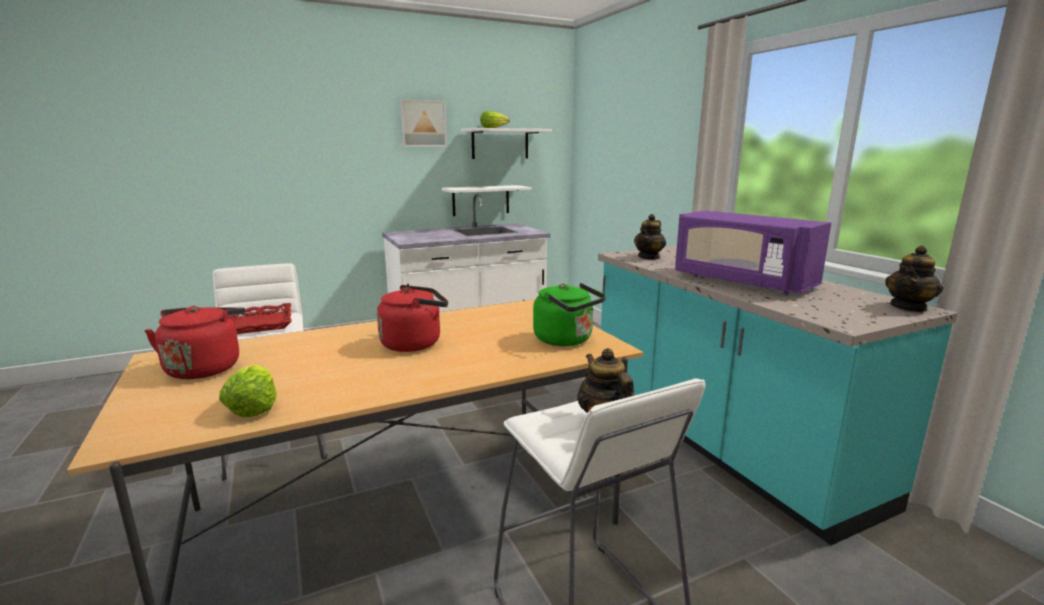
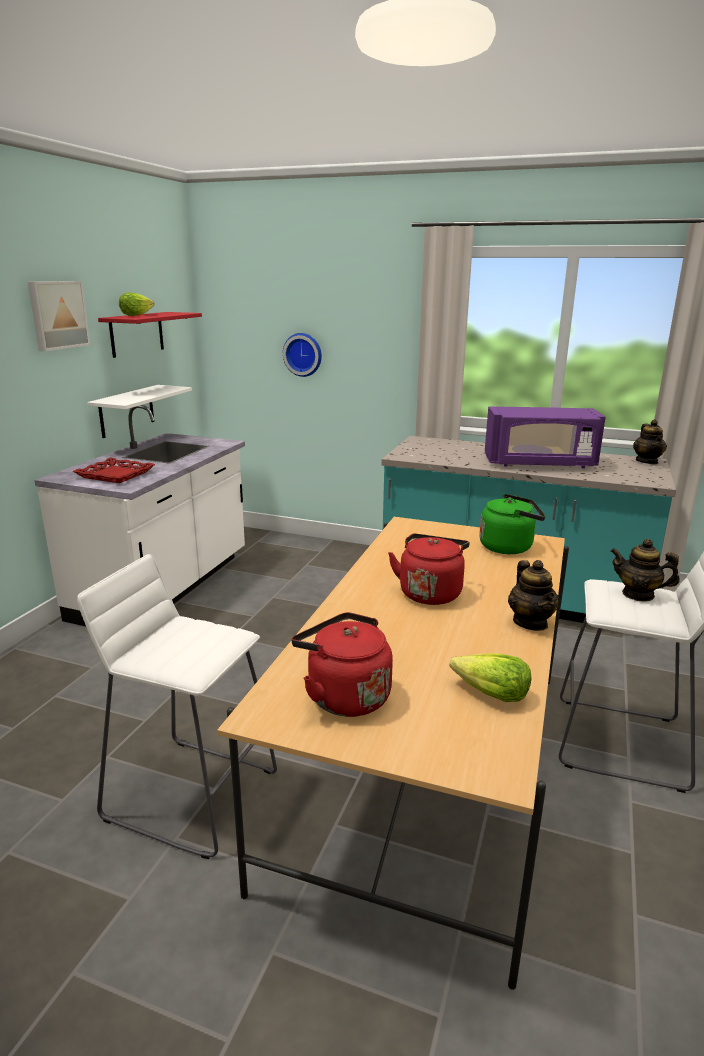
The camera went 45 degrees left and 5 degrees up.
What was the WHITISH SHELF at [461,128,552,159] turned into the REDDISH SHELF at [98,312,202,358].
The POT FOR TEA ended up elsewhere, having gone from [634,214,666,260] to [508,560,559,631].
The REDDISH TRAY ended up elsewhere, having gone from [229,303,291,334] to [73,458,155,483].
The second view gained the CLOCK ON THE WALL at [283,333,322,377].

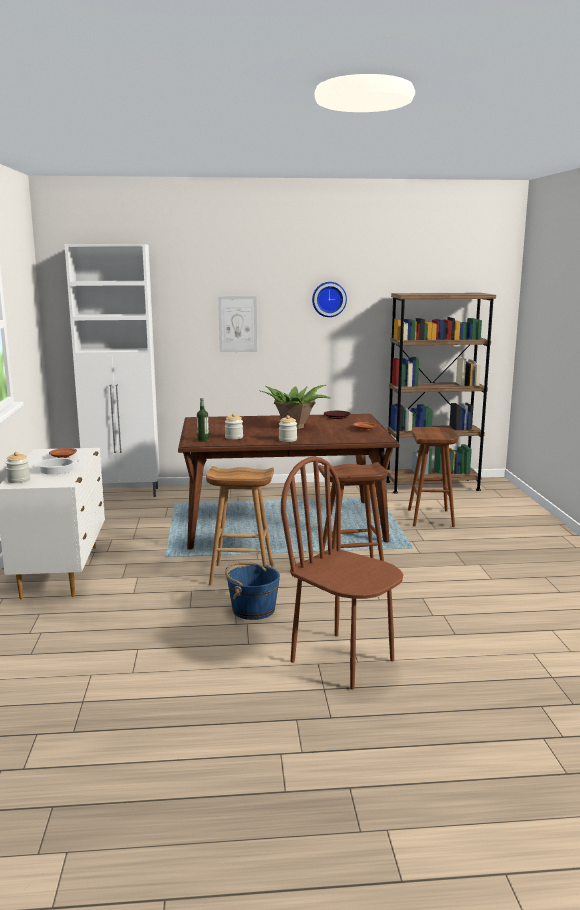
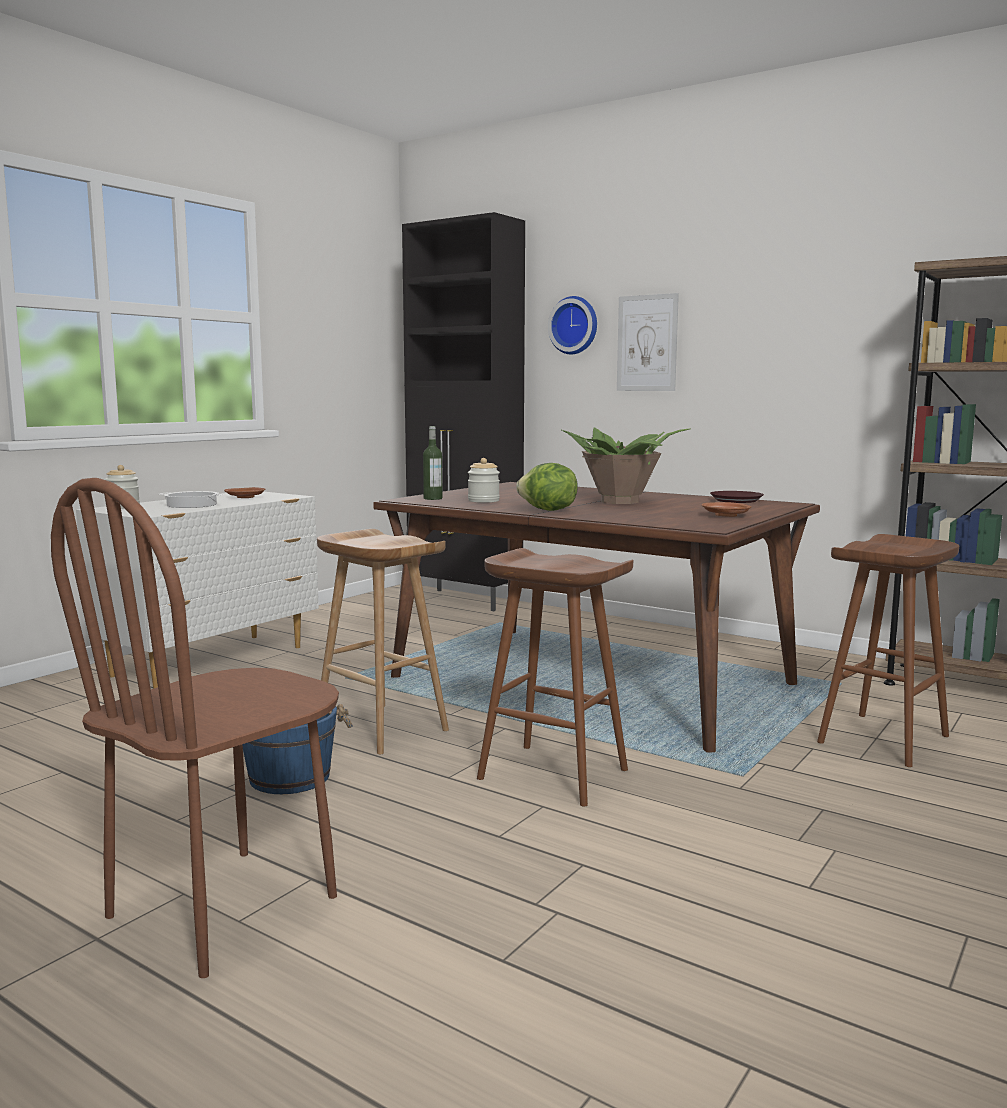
The camera went 40 degrees right and 5 degrees down.
What was the WHITISH CUPBOARD at [64,244,160,497] turned into the BLACK-COLOURED CUPBOARD at [402,212,525,611].
The CLOCK ON THE WALL ended up elsewhere, having gone from [312,282,347,317] to [548,296,597,354].
Where the PRESERVE JAR stood at [279,415,297,442], the LETTUCE HEAD came to stand at [516,463,578,511].
The BROWN-COLOURED CHAIR at [281,457,403,690] ended up facing another way, 135 degrees counterclockwise from before.

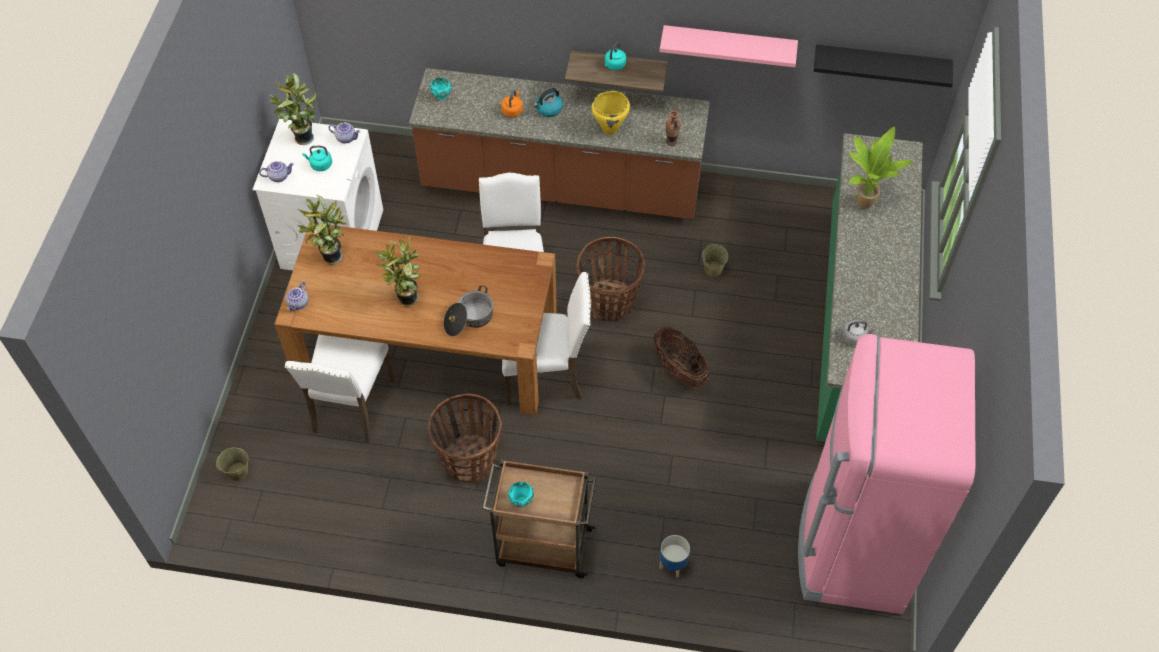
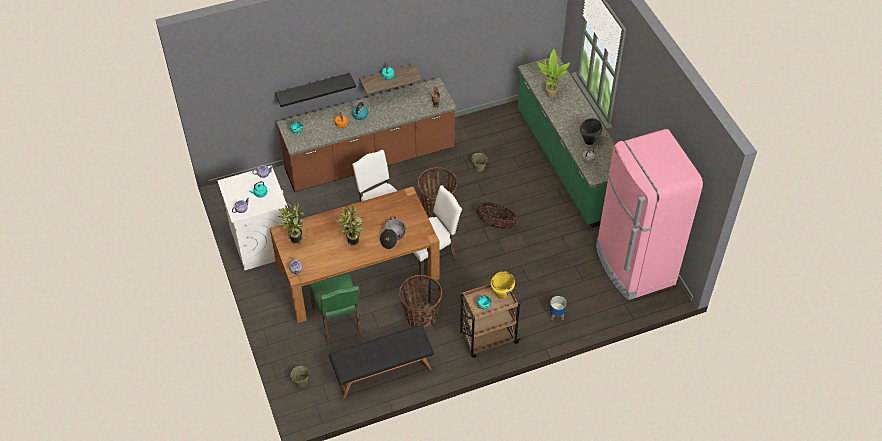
The camera went 30 degrees left and 5 degrees down.
The second view lost the PINKISH SHELF at [659,25,798,67].
The BLACK-COLOURED SHELF ended up elsewhere, having gone from [814,45,953,87] to [275,73,356,107].
The second view lost the PLANT IN A POT at [269,73,316,145].
The YELLOWISH STOCKPOT ended up elsewhere, having gone from [591,91,630,135] to [490,271,515,299].
What was the WHITISH CHAIR at [285,335,395,443] turned into the GREEN CHAIR at [309,273,362,343].
The second view gained the BLACK-COLOURED STOCKPOT at [580,118,602,145].
The second view gained the BLACK-COLOURED LONG SEAT at [329,325,434,398].

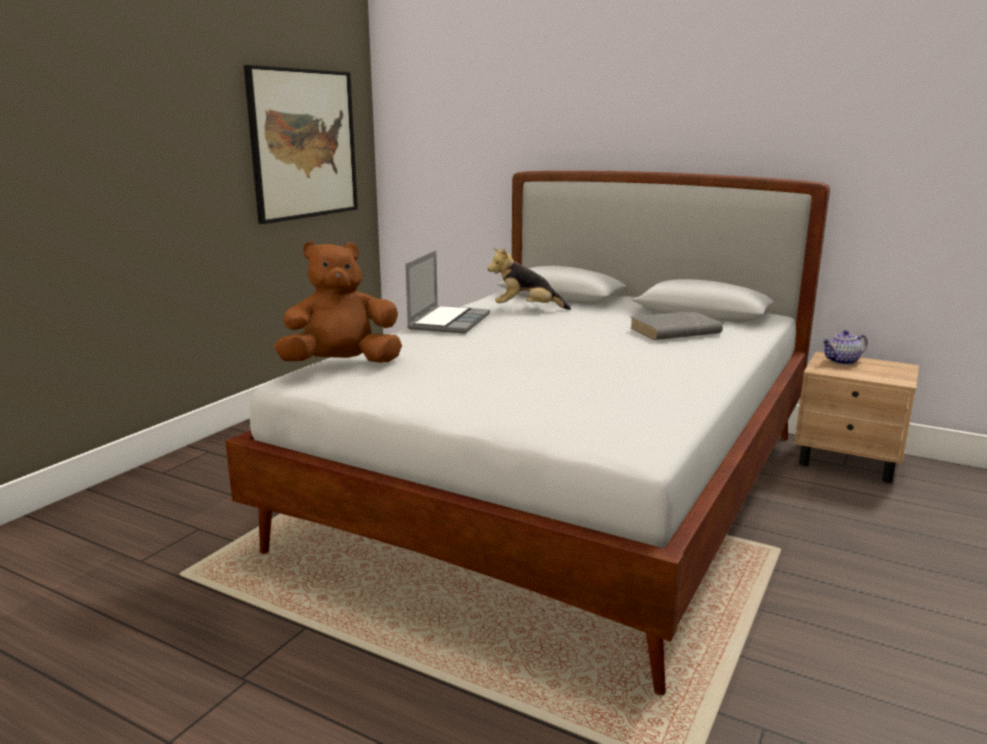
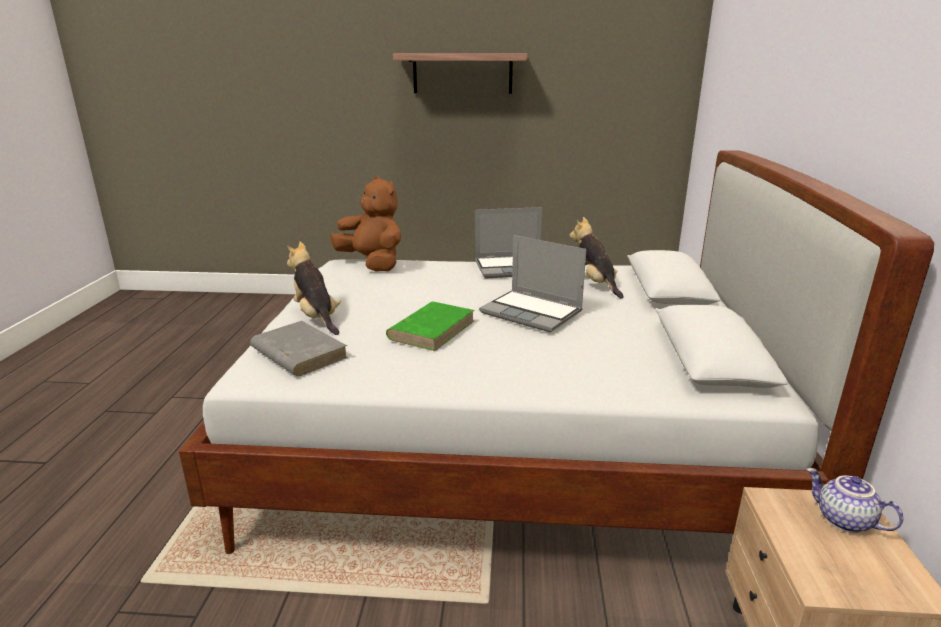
The camera went 65 degrees right and 5 degrees up.
The second view lost the WALL PICTURE at [244,65,358,224].
The GRAY VOLUME ended up elsewhere, having gone from [630,311,723,340] to [250,321,348,376].
The second view gained the SHELF at [393,54,528,94].
The second view gained the NOTEBOOK COMPUTER at [479,235,587,332].
The second view gained the PLUSH TOY at [287,242,341,335].
The second view gained the GREEN VOLUME at [386,302,474,351].

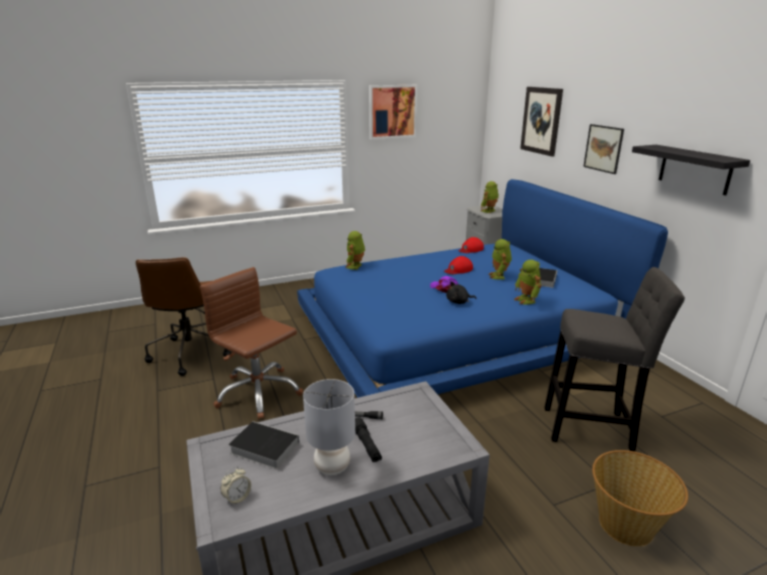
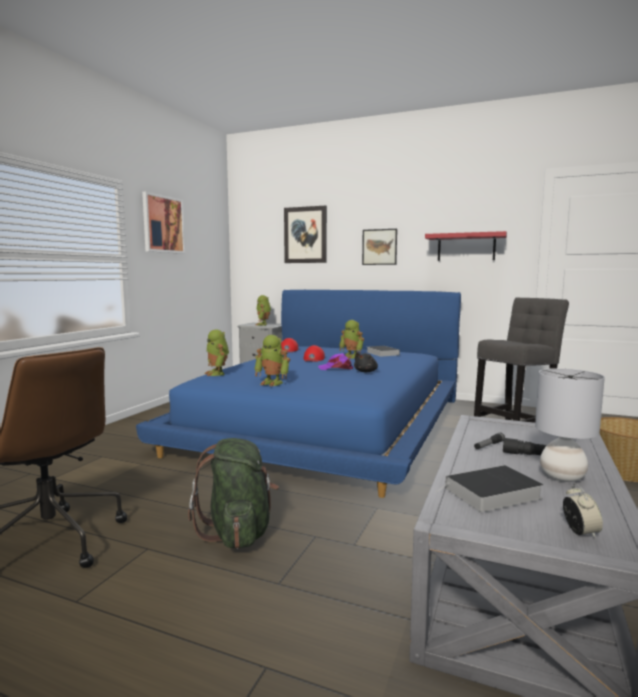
The camera went 45 degrees left and 15 degrees down.
What was the BLACK-COLOURED SHELF at [632,145,750,195] turned into the REDDISH SHELF at [425,231,507,261].
The TOY ROBOT ended up elsewhere, having gone from [514,260,542,305] to [254,335,290,386].
Where the BROWN-COLOURED DESK CHAIR stood at [200,267,303,419], the GREEN RUCKSACK came to stand at [188,438,279,549].

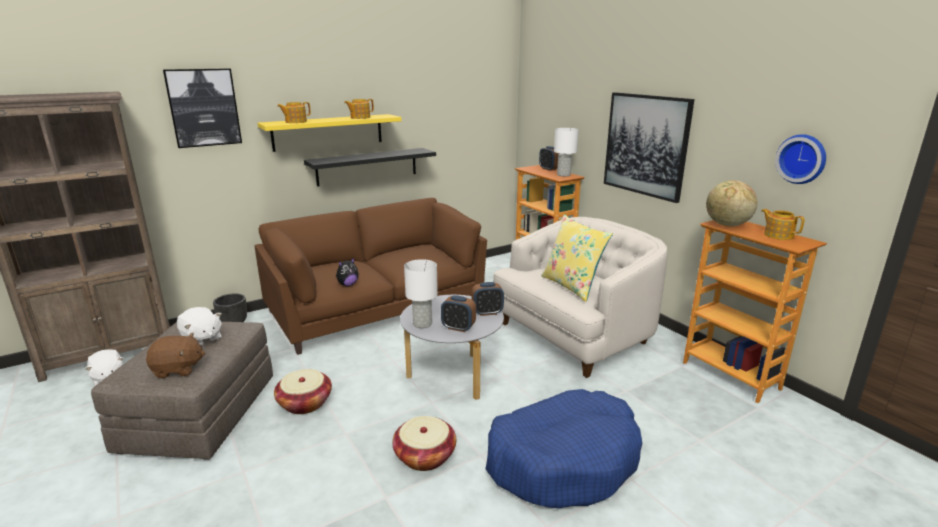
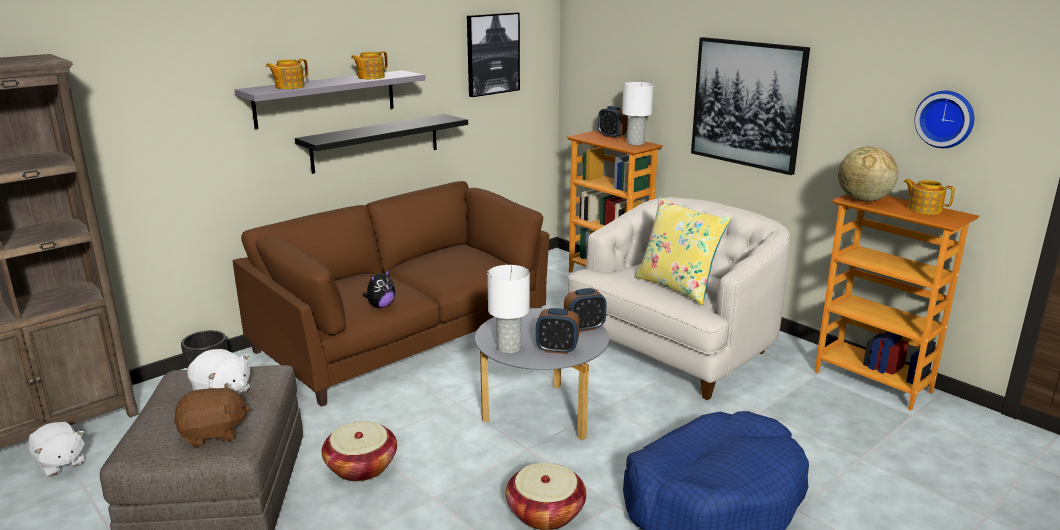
The camera went 10 degrees left and 0 degrees up.
The WALL PICTURE ended up elsewhere, having gone from [163,69,242,148] to [467,12,520,97].
What was the YELLOWISH SHELF at [258,114,402,152] turned into the GRAY SHELF at [235,70,426,129].

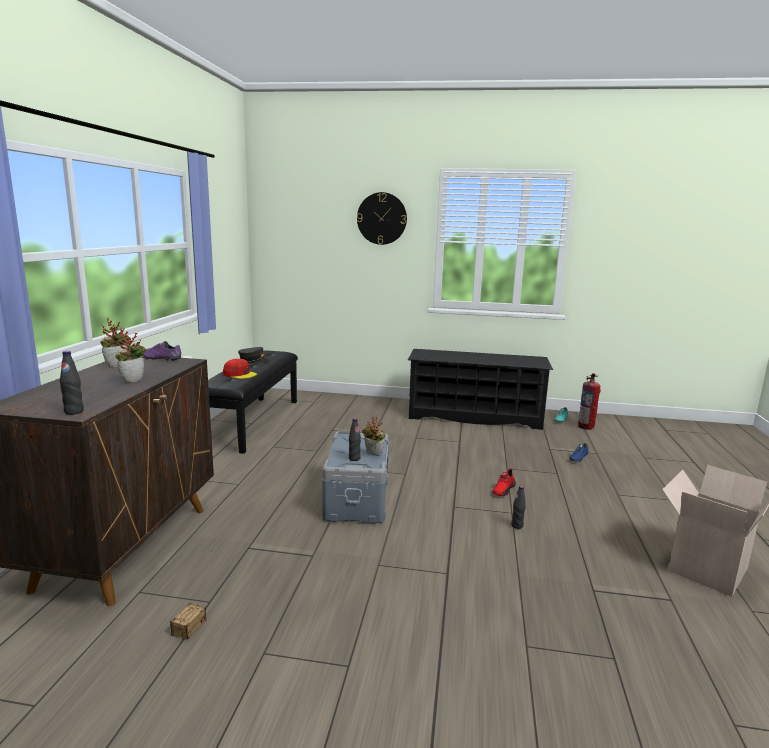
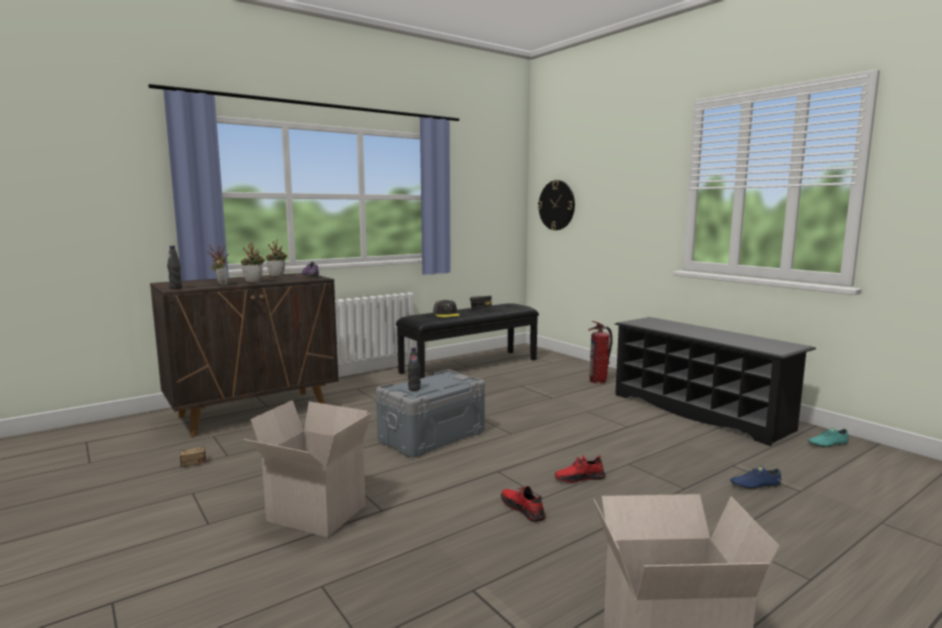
The camera went 45 degrees right and 5 degrees down.
The CLOCK ON THE WALL ended up elsewhere, having gone from [357,192,407,245] to [538,180,575,230].
What was the REDDISH BASEBALL CAP at [223,359,257,379] turned into the GRAY BASEBALL CAP at [433,300,460,317].
The FIRE EXTINGUISHER ended up elsewhere, having gone from [578,373,601,430] to [588,321,613,384].
The PLANT IN A POT ended up elsewhere, having gone from [362,416,385,456] to [207,244,229,286].
Where the BLACK-COLOURED BOTTLE stood at [511,486,526,529], the REDDISH ITEM OF FOOTWEAR came to stand at [501,486,546,522].
The second view gained the CARTON at [243,400,371,538].

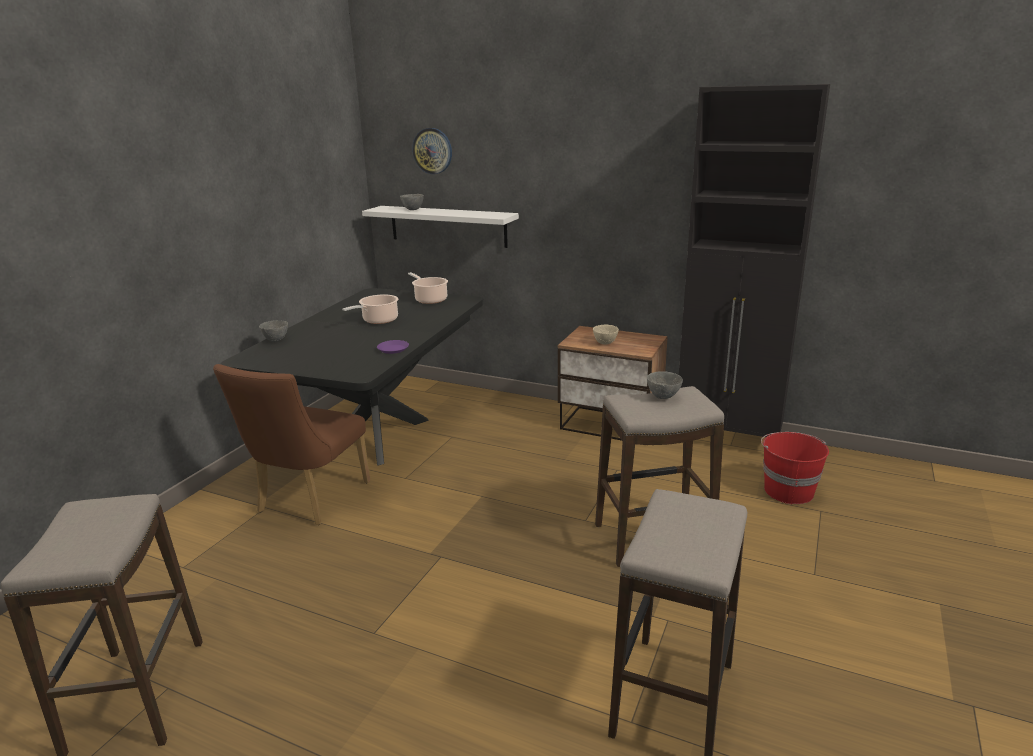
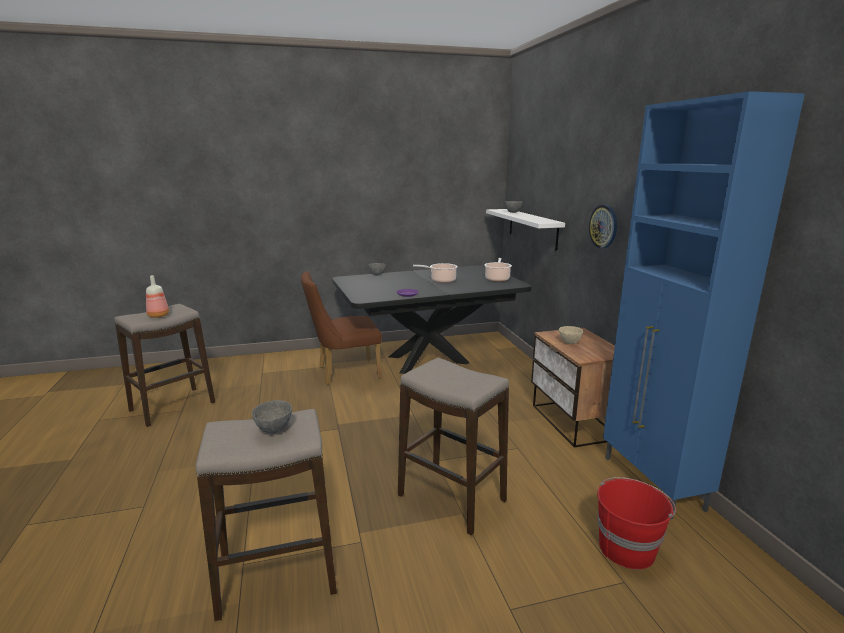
The camera went 50 degrees right and 5 degrees down.
What was the BLACK-COLOURED CUPBOARD at [679,84,830,437] turned into the BLUE CUPBOARD at [603,91,805,519].
The CLOCK ON THE WALL ended up elsewhere, having gone from [412,128,452,174] to [589,205,617,248].
The GRAY SERVING BOWL ended up elsewhere, having gone from [647,371,683,399] to [252,400,292,433].
The second view gained the BOTTLE at [146,275,169,318].

